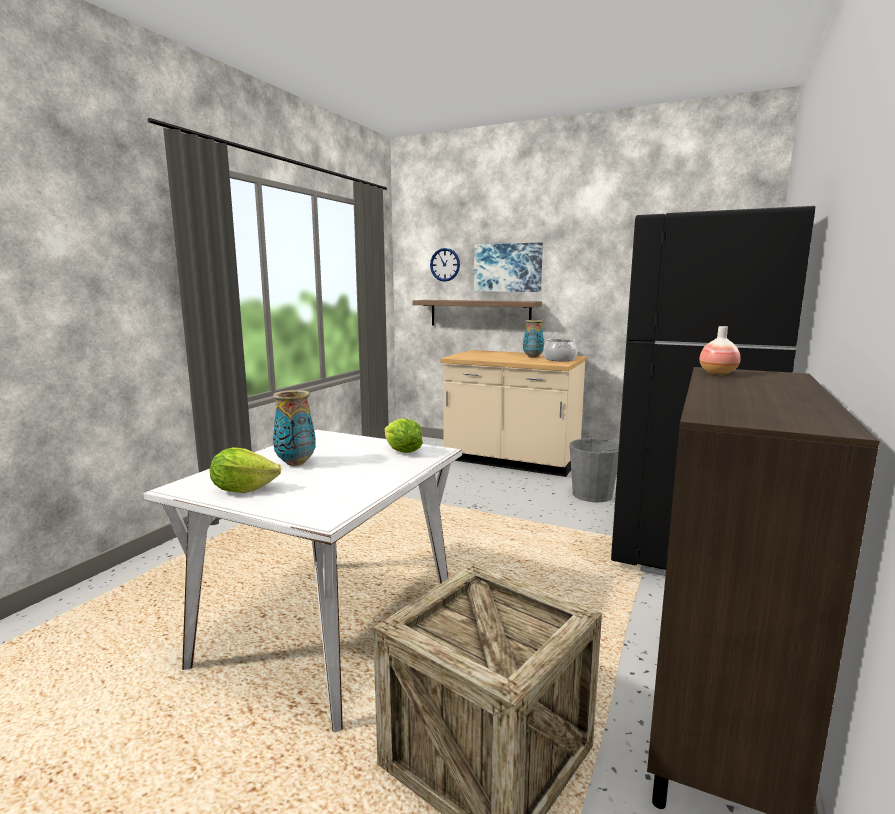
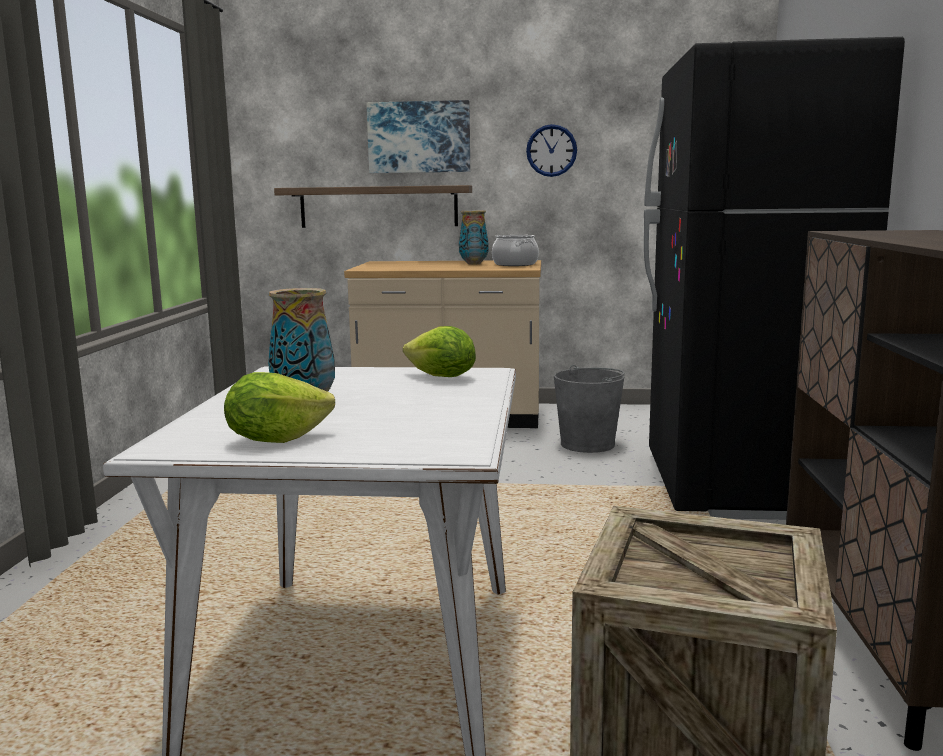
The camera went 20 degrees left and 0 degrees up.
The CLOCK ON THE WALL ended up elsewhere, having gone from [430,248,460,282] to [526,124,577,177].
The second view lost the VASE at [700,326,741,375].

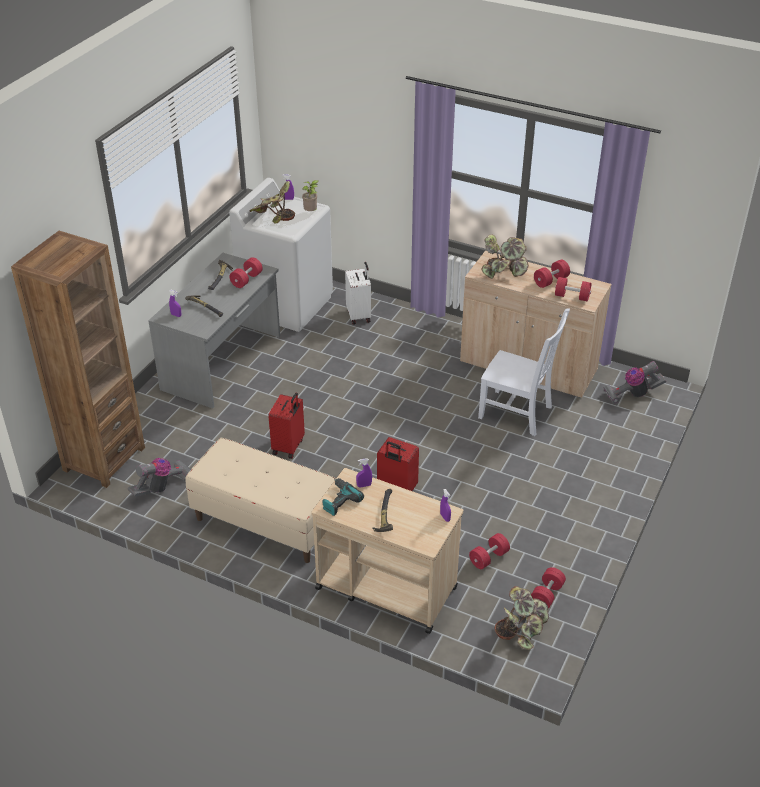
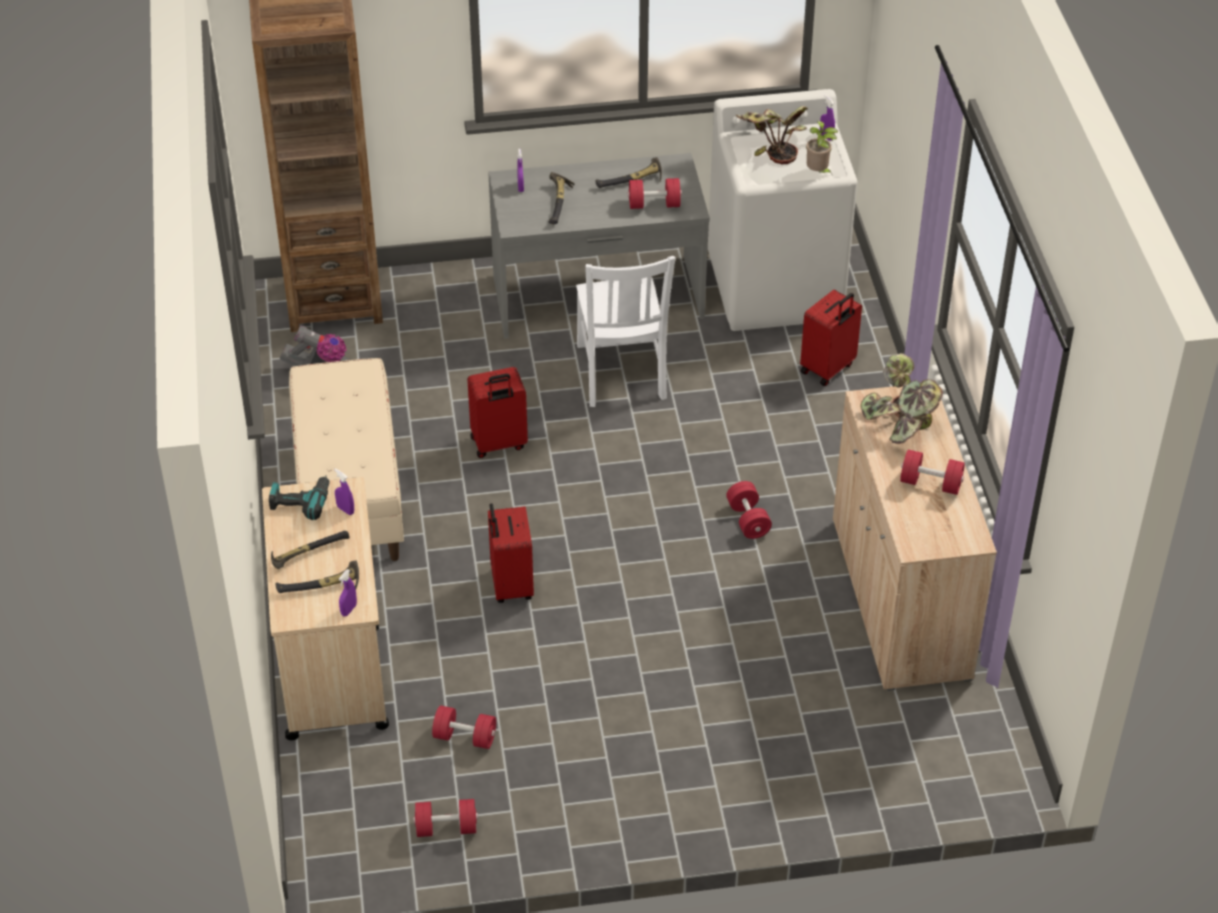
The camera went 55 degrees right and 5 degrees up.
What was the WHITISH PIECE OF LUGGAGE at [345,262,371,325] turned into the REDDISH PIECE OF LUGGAGE at [800,290,862,386].
The REDDISH DUMBBELL ended up elsewhere, having gone from [555,277,592,301] to [726,481,772,539].
The WHITISH CHAIR ended up elsewhere, having gone from [478,308,570,436] to [576,256,675,407].
The second view lost the VACUUM CLEANER at [603,361,666,404].
The second view lost the PLANT IN A POT at [494,586,549,649].
The second view gained the TOOL HAMMER at [276,560,359,593].

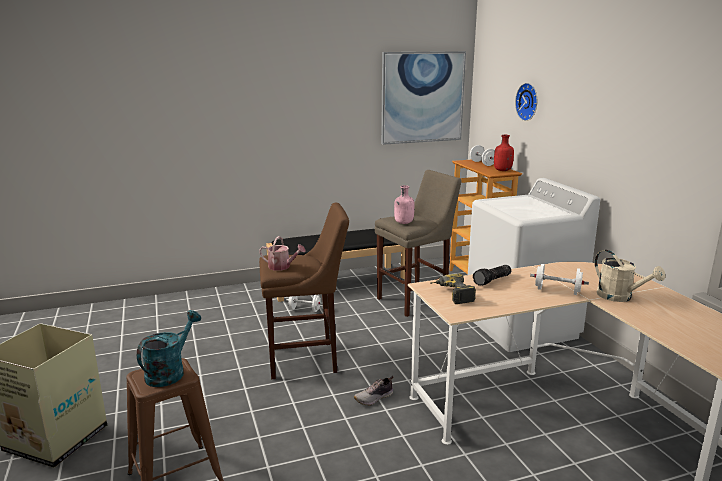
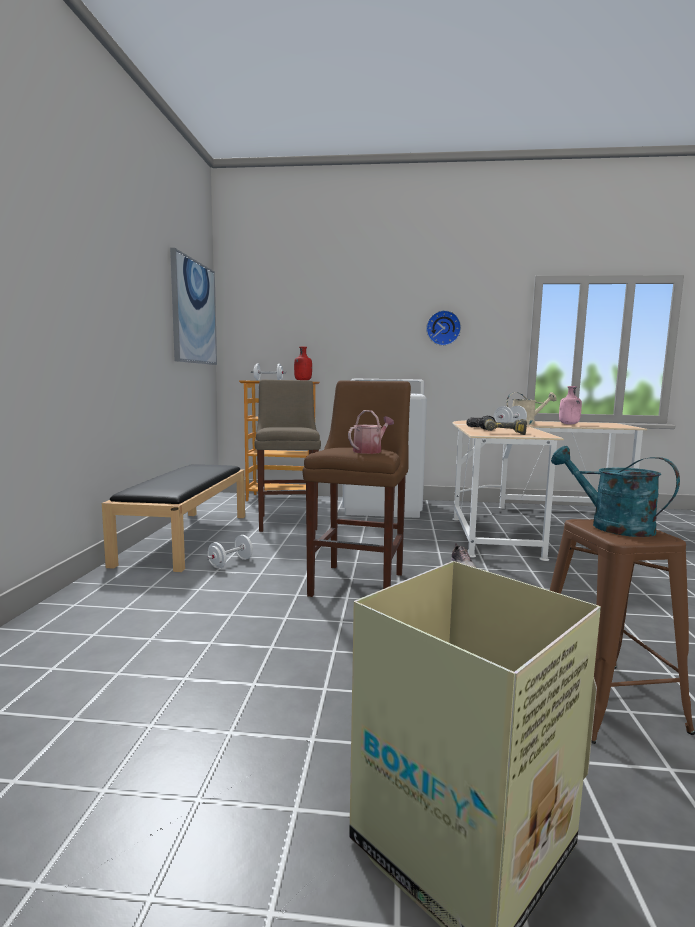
The camera went 65 degrees left and 10 degrees down.
The CLOCK ON THE WALL ended up elsewhere, having gone from [515,83,537,121] to [426,310,461,346].
The PINKISH BOTTLE ended up elsewhere, having gone from [394,185,415,224] to [559,386,582,425].

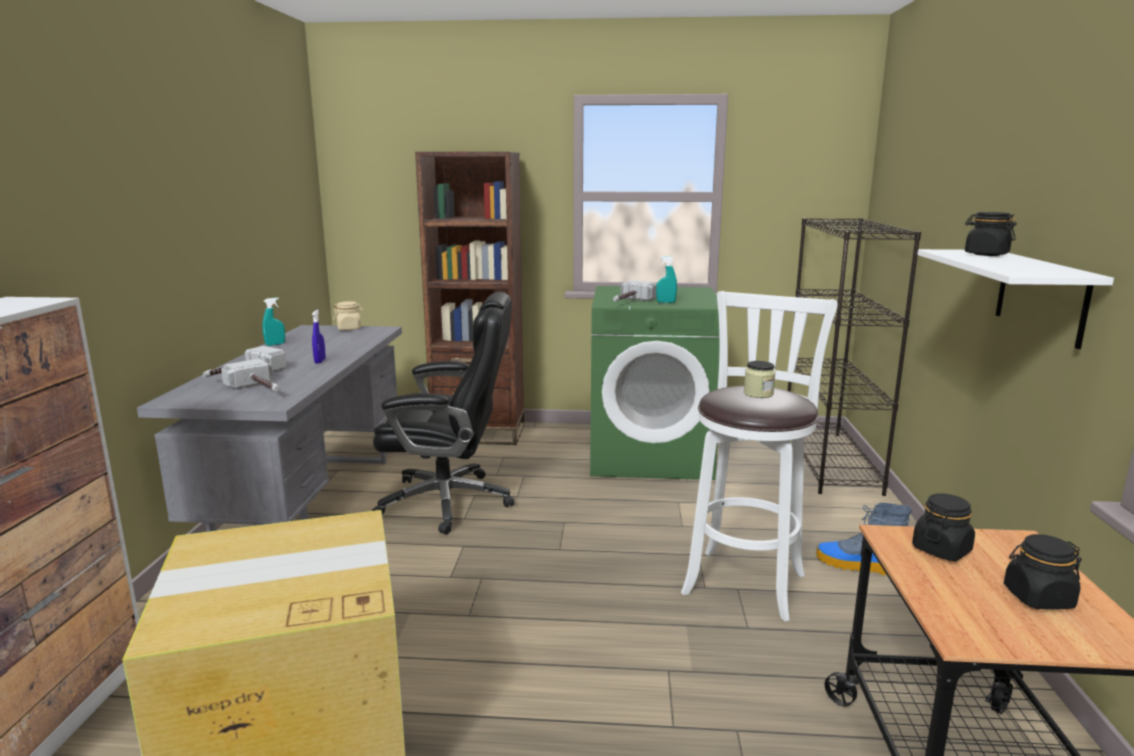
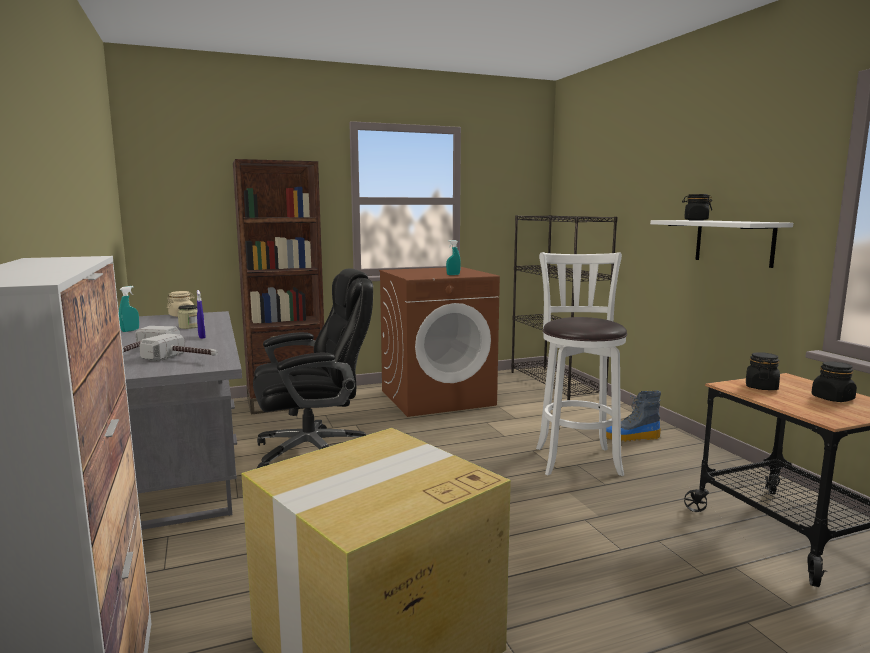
The camera went 25 degrees left and 5 degrees down.
The second view lost the TOOL HAMMER at [613,280,657,301].
What was the GREEN LAUNDRY MACHINE at [590,286,719,480] turned into the BROWN-COLOURED LAUNDRY MACHINE at [379,267,500,417].
The PRESERVE JAR ended up elsewhere, having gone from [744,361,775,398] to [177,305,198,329].

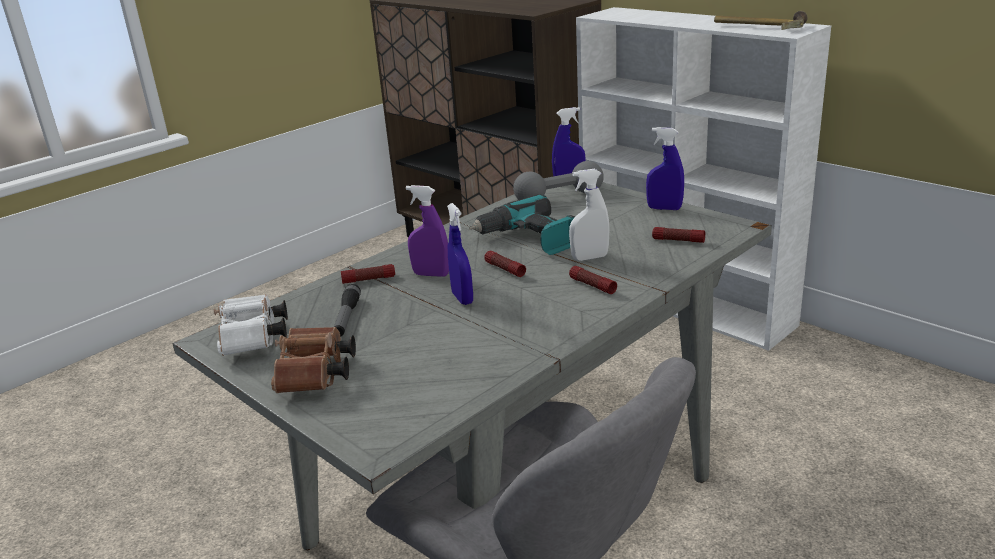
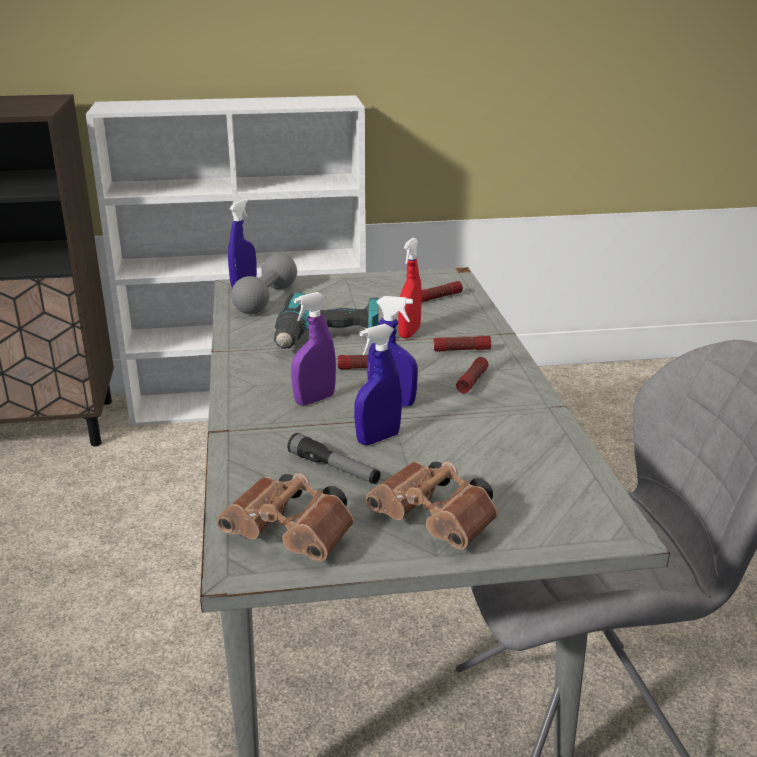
The camera went 55 degrees left and 0 degrees up.
The second view lost the TOOL HAMMER at [714,11,808,30].
The BLUE SPRAYER ended up elsewhere, having gone from [646,127,684,210] to [354,324,402,445].
What was the WHITISH SPRAYER at [569,169,610,261] turned into the REDDISH SPRAYER at [398,238,422,338].
The FLASHLIGHT ended up elsewhere, having gone from [341,264,395,284] to [456,357,489,393].
What was the WHITISH PAIR OF BINOCULARS at [214,294,288,356] turned into the BROWN-COLOURED PAIR OF BINOCULARS at [217,473,354,561].

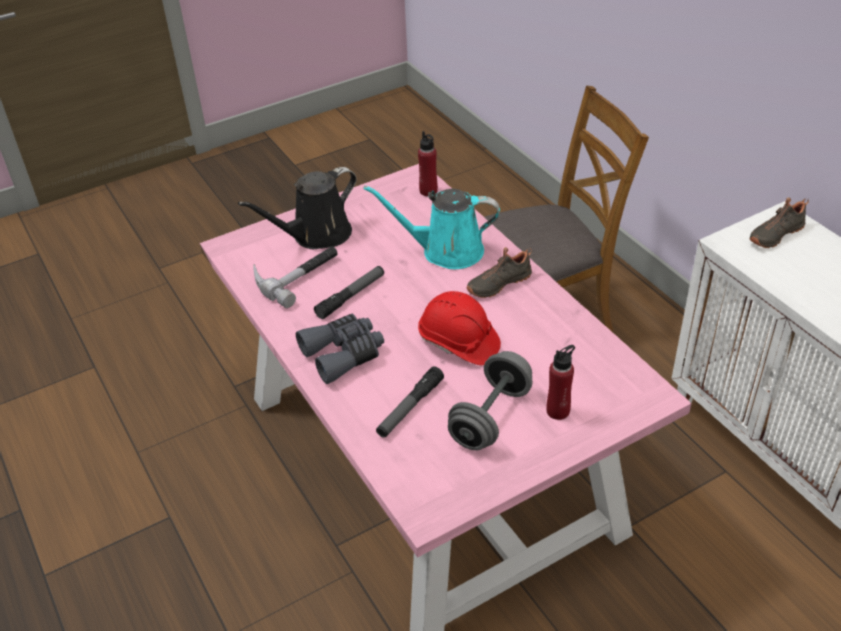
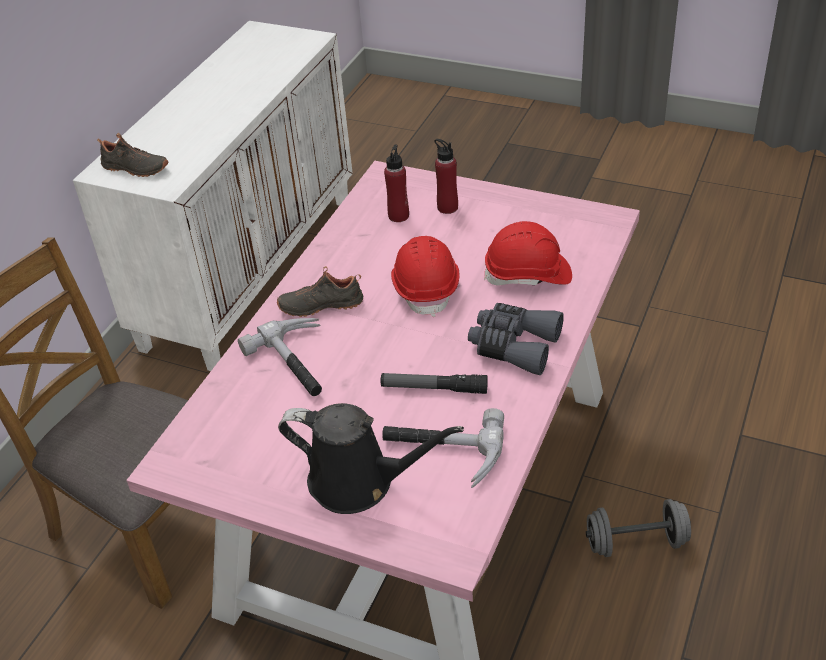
The camera went 125 degrees left and 0 degrees up.
The REDDISH BOTTLE ended up elsewhere, having gone from [418,131,438,196] to [384,144,409,222].
Where the TURQUOISE-COLOURED WATERING POT stood at [363,185,500,269], the TOOL HAMMER came to stand at [238,318,322,396].
The BLACK-COLOURED ITEM OF FOOTWEAR at [466,247,532,298] ended up facing another way, 150 degrees clockwise from before.
The GRAY DUMBBELL ended up elsewhere, having gone from [448,351,533,450] to [586,499,691,557].
Where the FLASHLIGHT stood at [376,366,444,438], the REDDISH WORK HELMET came to stand at [484,221,572,285].

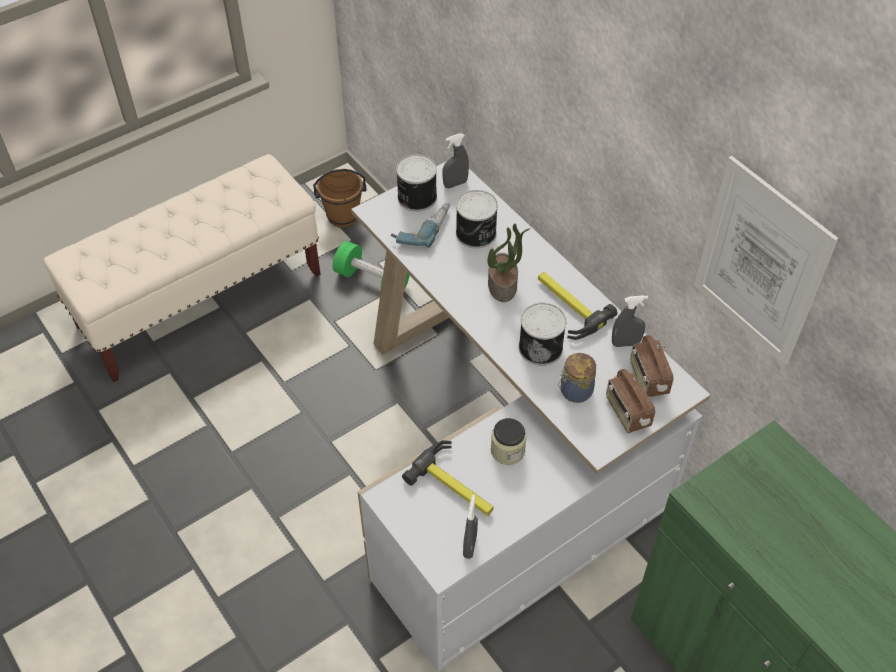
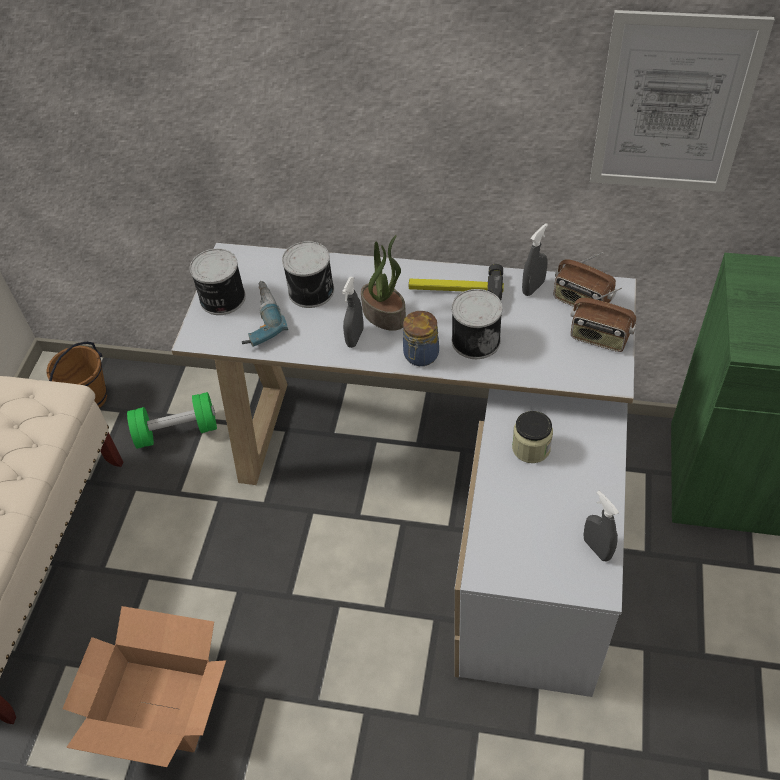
The camera went 40 degrees left and 0 degrees up.
The GRAY SPRAYER ended up elsewhere, having gone from [442,133,469,188] to [342,277,364,348].
The PRESERVE JAR ended up elsewhere, having gone from [558,353,596,403] to [403,311,439,366].
The second view lost the TOOL HAMMER at [402,440,493,516].
The second view gained the CARTON at [62,606,226,767].

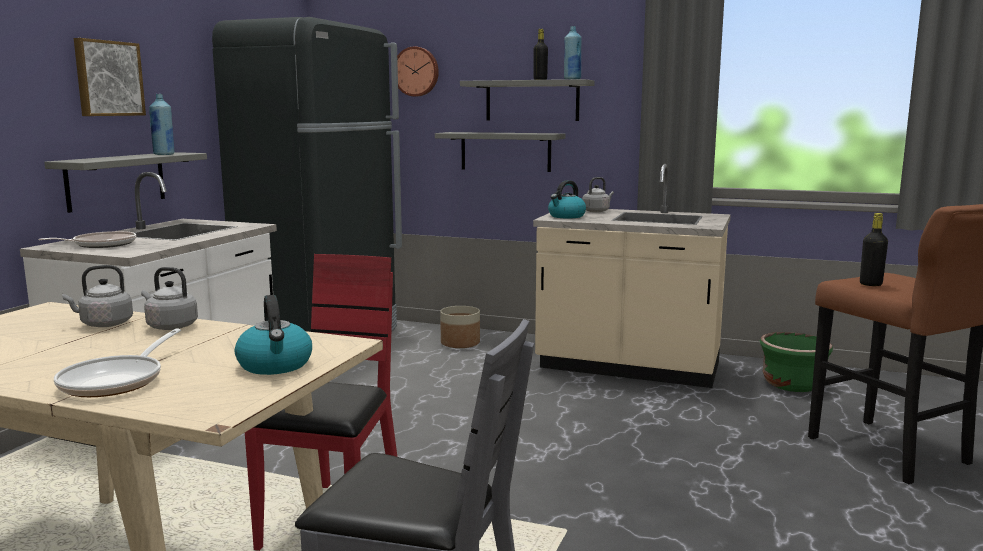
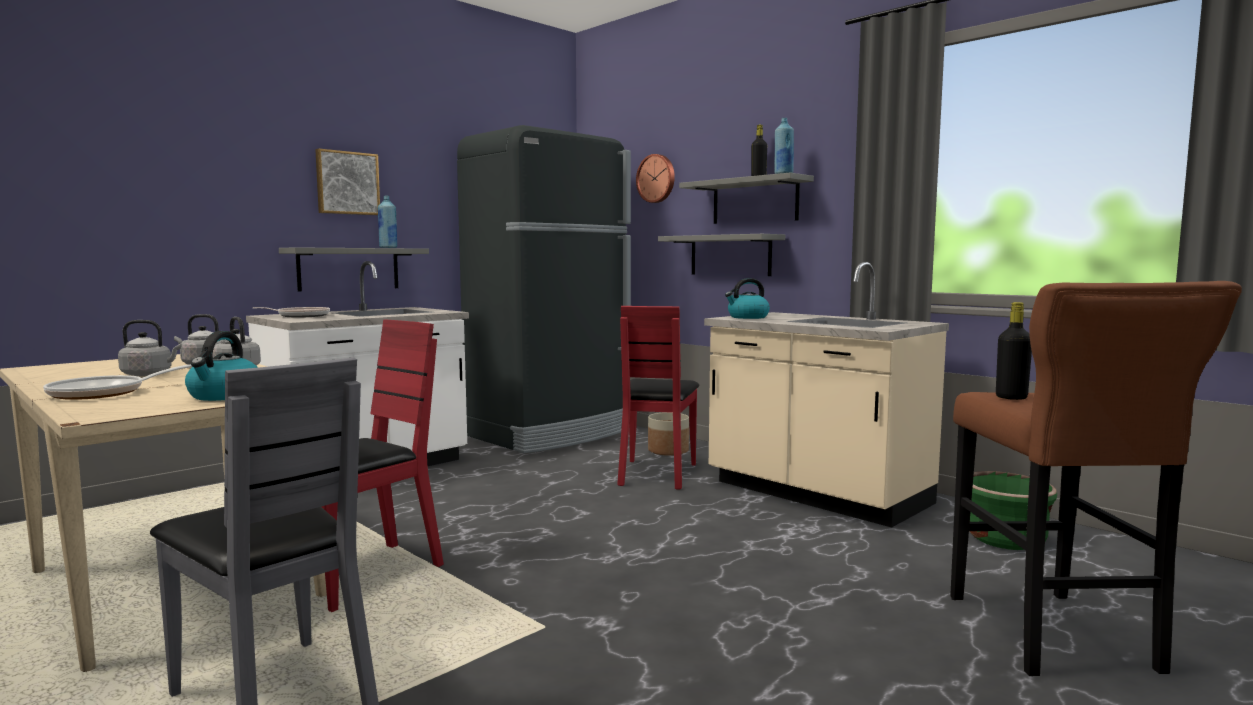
The camera went 25 degrees right and 5 degrees down.
The GRAY KETTLE ended up elsewhere, having gone from [582,177,614,212] to [118,320,182,376].
The second view gained the REDDISH CHAIR at [617,306,699,489].

